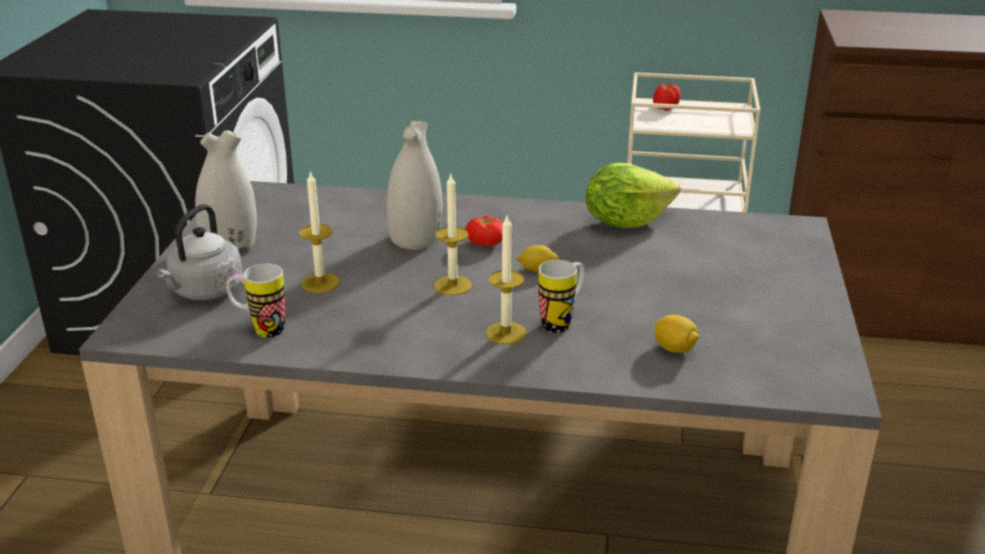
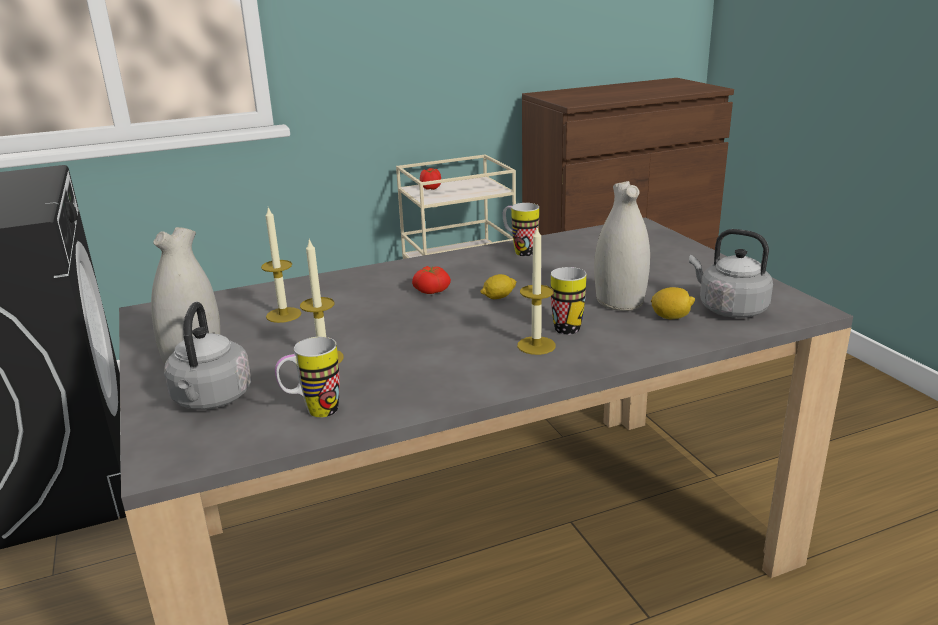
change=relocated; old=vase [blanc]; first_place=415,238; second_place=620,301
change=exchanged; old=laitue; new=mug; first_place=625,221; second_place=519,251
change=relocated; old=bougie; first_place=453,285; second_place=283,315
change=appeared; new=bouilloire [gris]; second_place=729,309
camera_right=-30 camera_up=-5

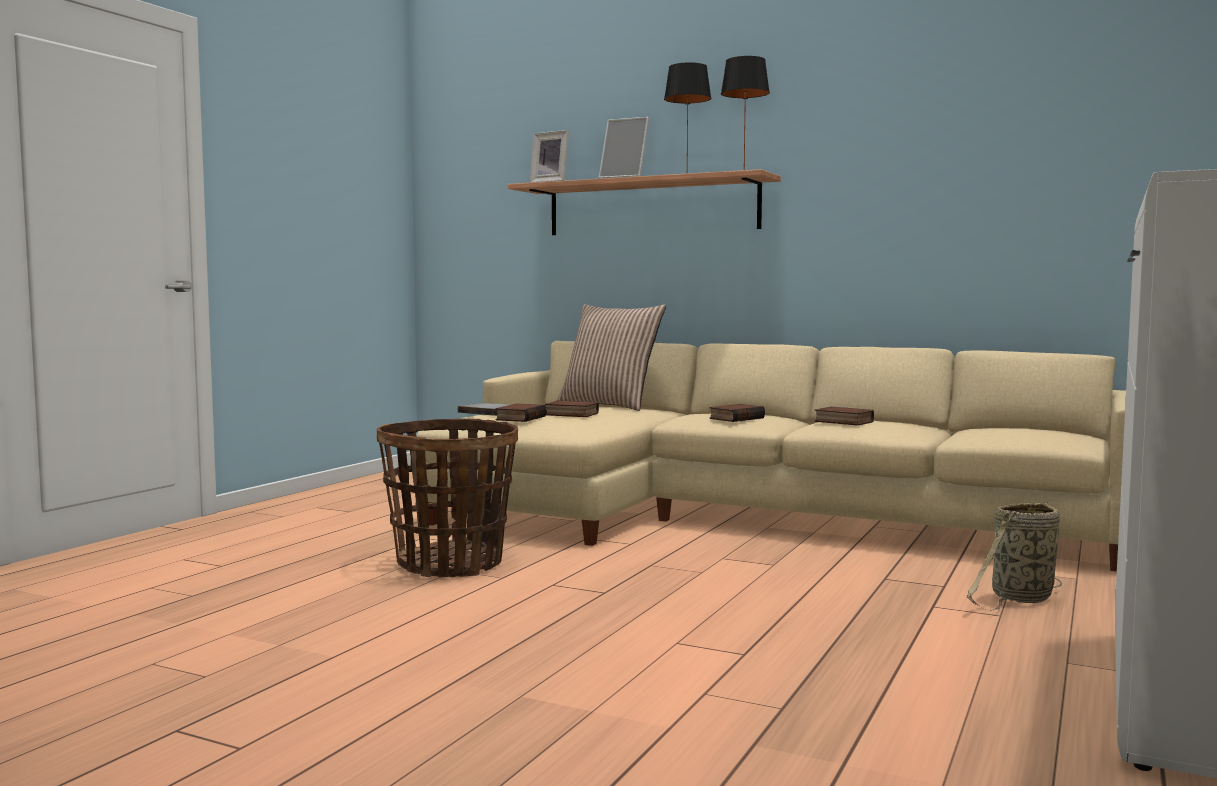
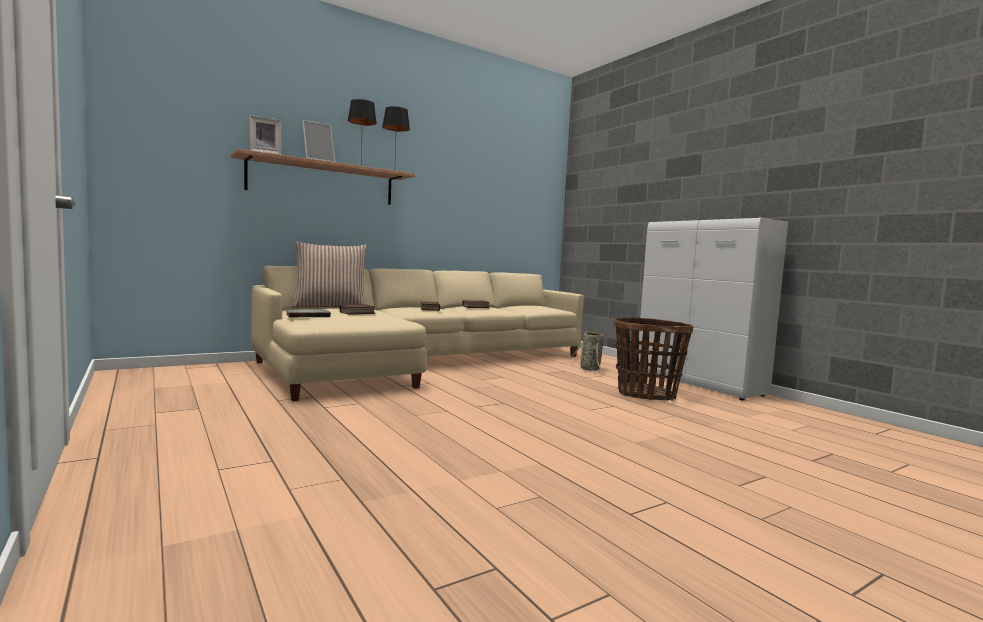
change=missing; old=livre; first_place=520,418
change=relocated; old=panier; first_place=450,564; second_place=646,394
camera_right=-60 camera_up=0

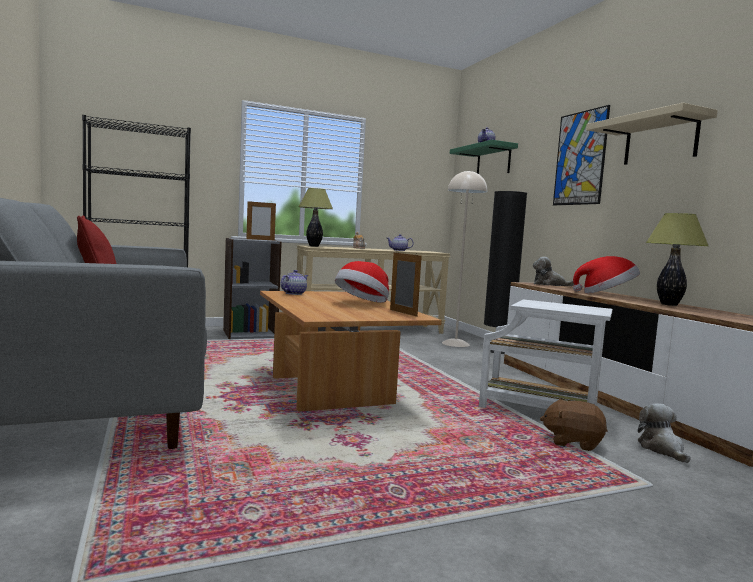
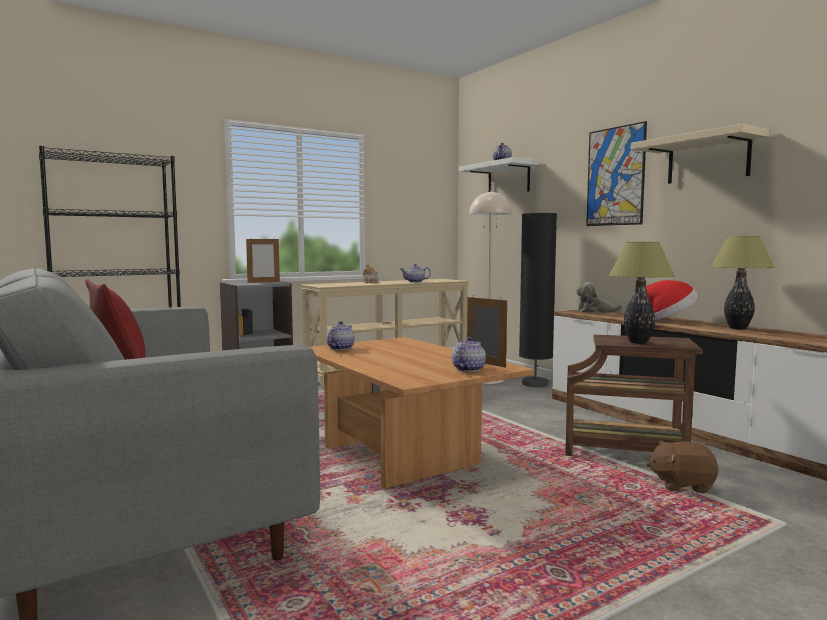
change=colour; old=étagère [vert]; new=étagère [blanc]; first_place=493,161; second_place=508,179
change=relocated; old=lampe de table; first_place=314,246; second_place=638,342
change=missing; old=chapeau; first_place=362,303
change=colour; old=table d'appoint [blanc]; new=table d'appoint [marron]; first_place=541,411; second_place=627,452
change=missing; old=peluche; first_place=662,449
change=appeared; new=théière; second_place=468,369
camera_right=-10 camera_up=0

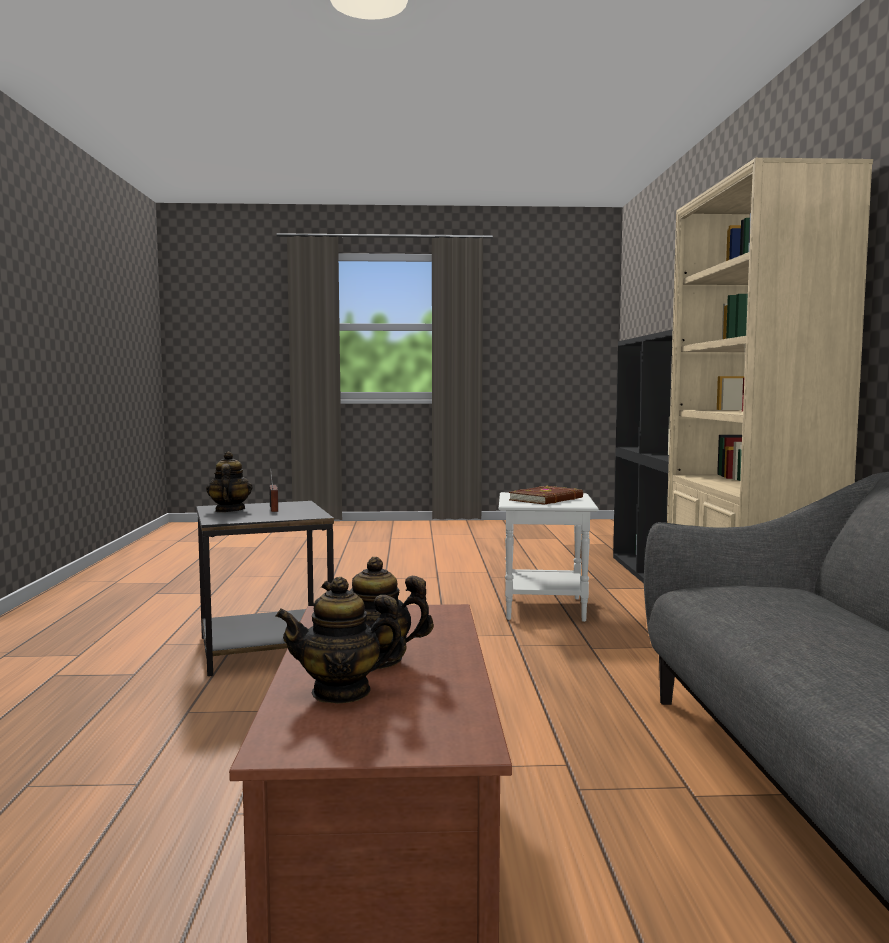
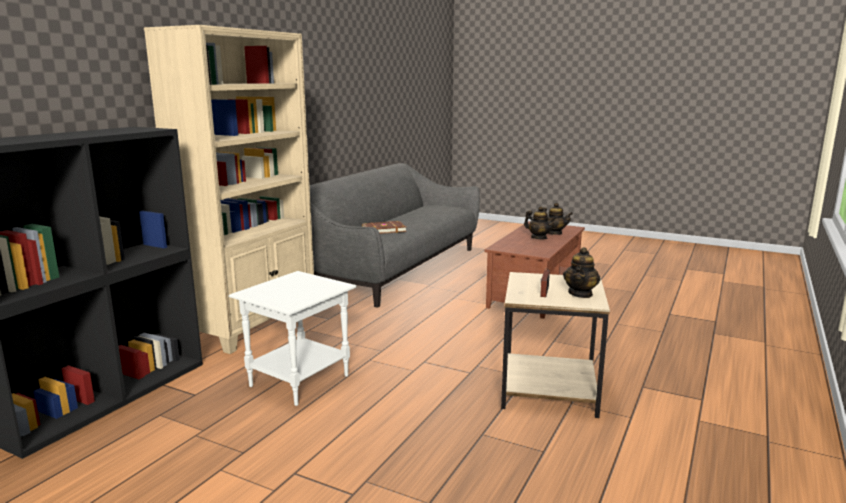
change=relocated; old=livre [marron]; first_place=547,499; second_place=383,230
change=colour; old=table d'appoint [noir]; new=table d'appoint [beige]; first_place=267,649; second_place=547,389
camera_right=-150 camera_up=10

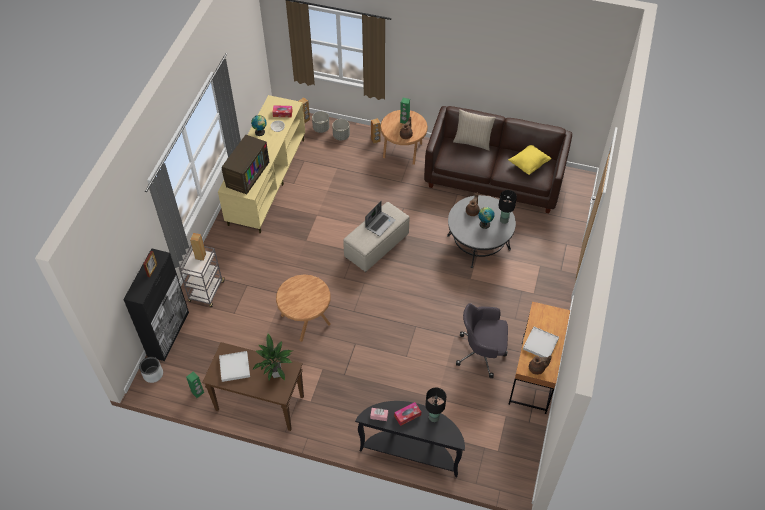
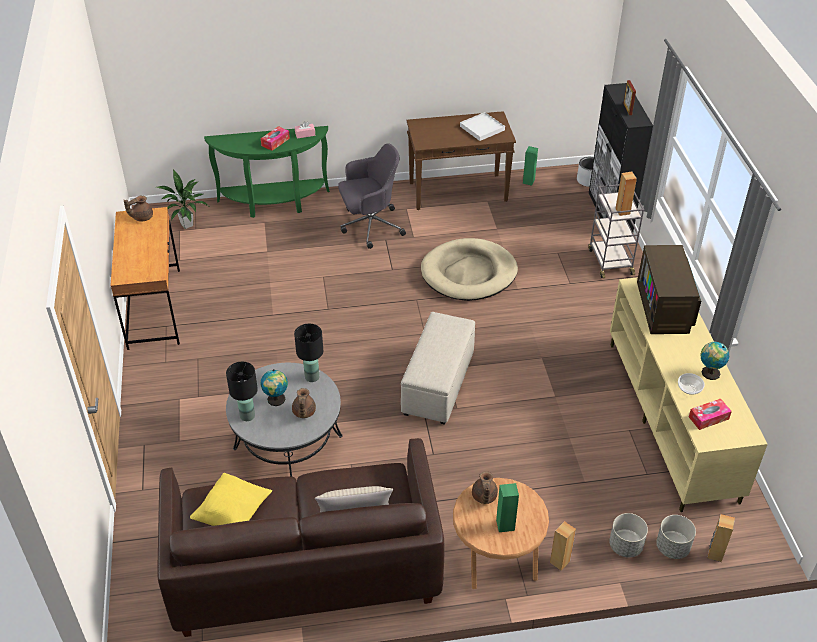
change=missing; old=ordinateur portable; first_place=380,224
change=exchanged; old=table d'appoint [marron]; new=panier pour chien [beige]; first_place=305,319; second_place=469,273
change=relocated; old=chaise de bureau [gris]; first_place=482,353; second_place=370,226
change=missing; old=plateau [blanc]; first_place=540,344
change=relocated; old=plante en pot; first_place=277,373; second_place=187,225
change=relocated; old=lampe de table [noir]; first_place=433,417; second_place=312,377
change=colour; old=table console [noir]; new=table console [vert]; first_place=411,451; second_place=274,204
camera_right=155 camera_up=-10

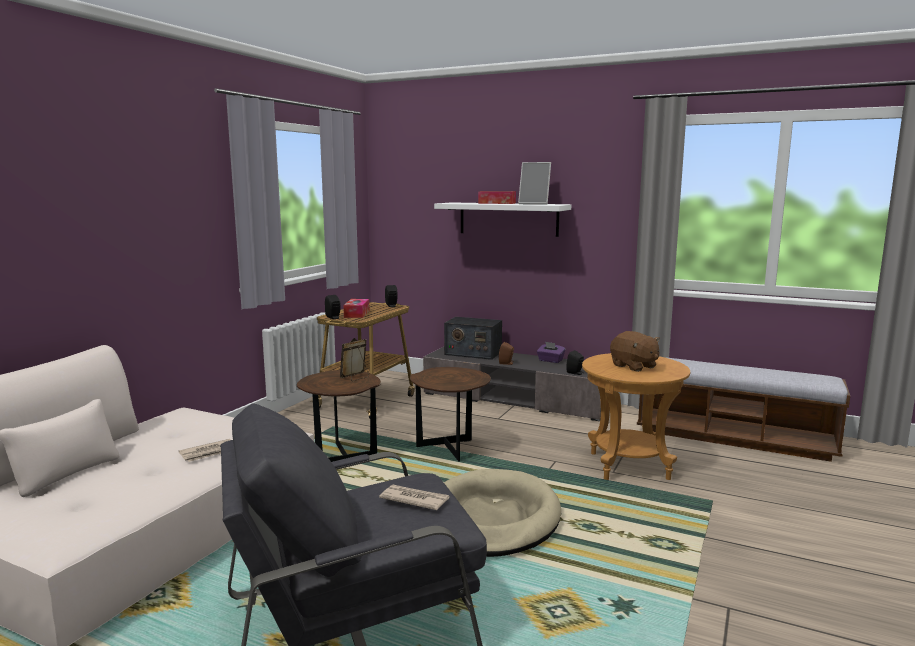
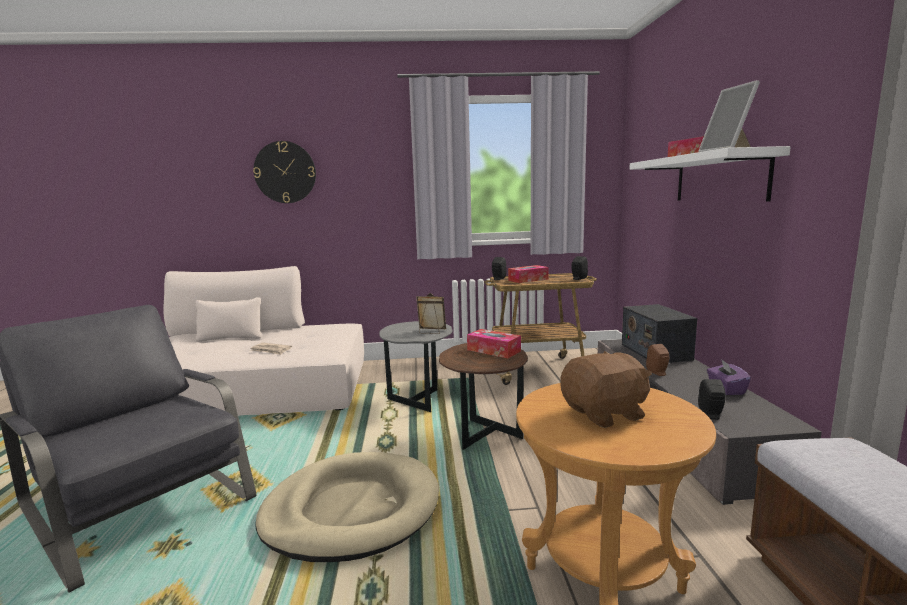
change=spun; old=peluche [marron]; first_place=634,366; second_place=605,414; degrees=-135
change=colour; old=table d'appoint [marron]; new=table d'appoint [gris]; first_place=342,455; second_place=419,400
change=missing; old=journal; first_place=414,499
change=appeared; new=horloge murale; second_place=285,172
change=appeared; new=boîte à mouchoirs; second_place=493,350
camera_right=60 camera_up=0

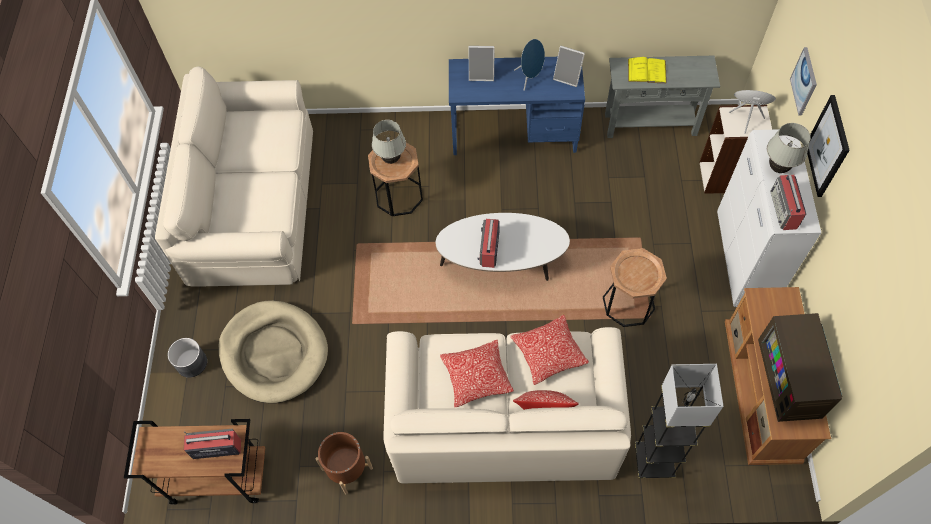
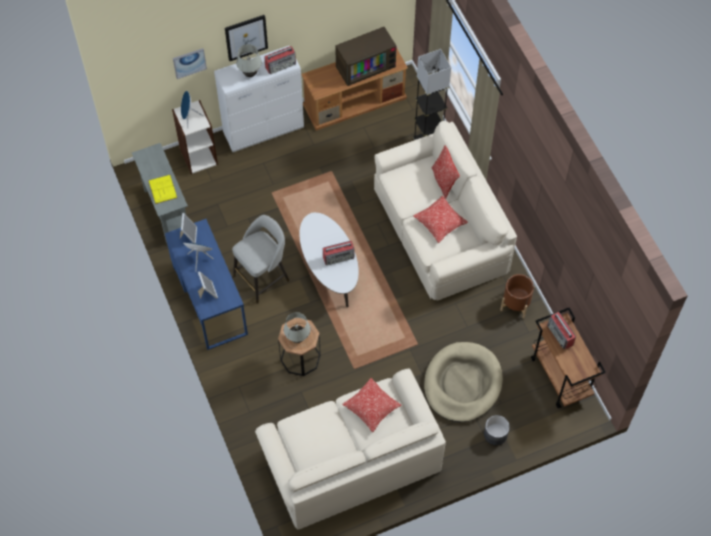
change=missing; old=table d'appoint [marron]; first_place=628,303
change=relocated; old=coussin; first_place=548,353; second_place=371,407
change=appeared; new=tabouret [gris]; second_place=262,277
camera_right=-115 camera_up=0

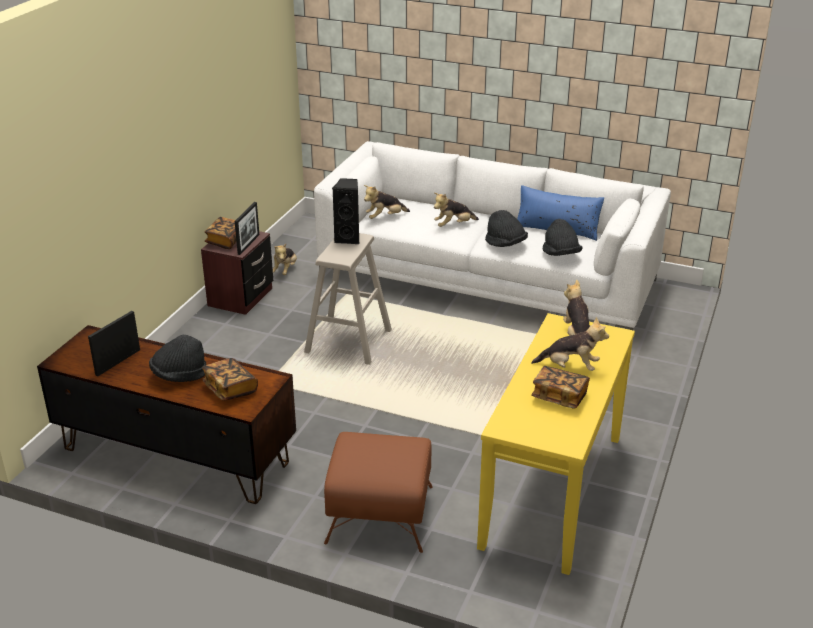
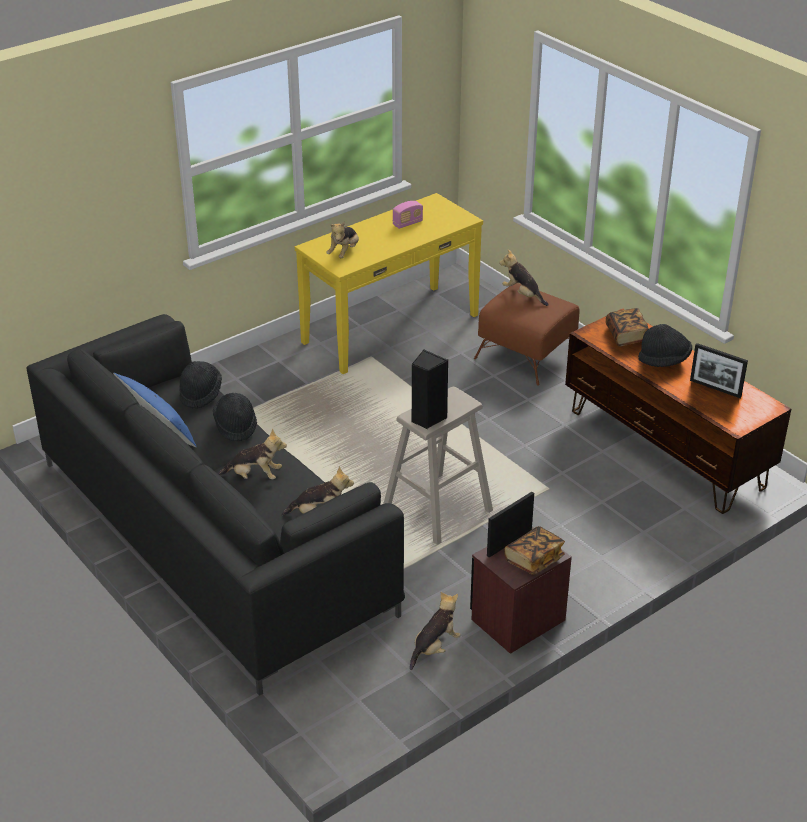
change=colour; old=canapé [blanc]; new=canapé [noir]; first_place=487,279; second_place=213,535
change=spun; old=cadre photo; first_place=118,362; second_place=715,388; degrees=60
change=relocated; old=peluche; first_place=570,367; second_place=522,295
change=exchanged; old=livre; new=radio; first_place=559,397; second_place=407,223
camera_right=-150 camera_up=5

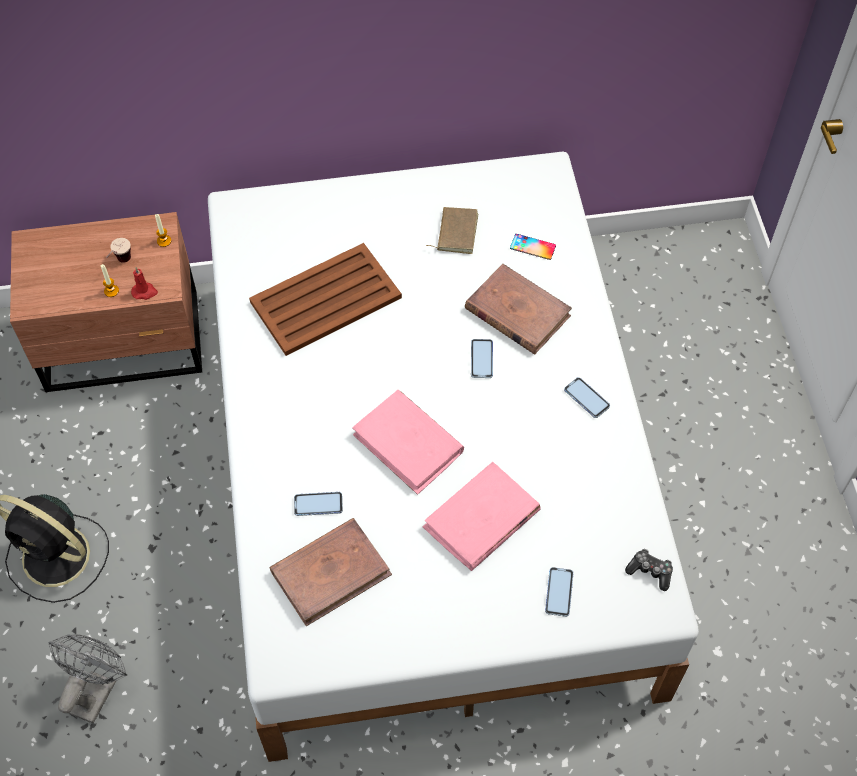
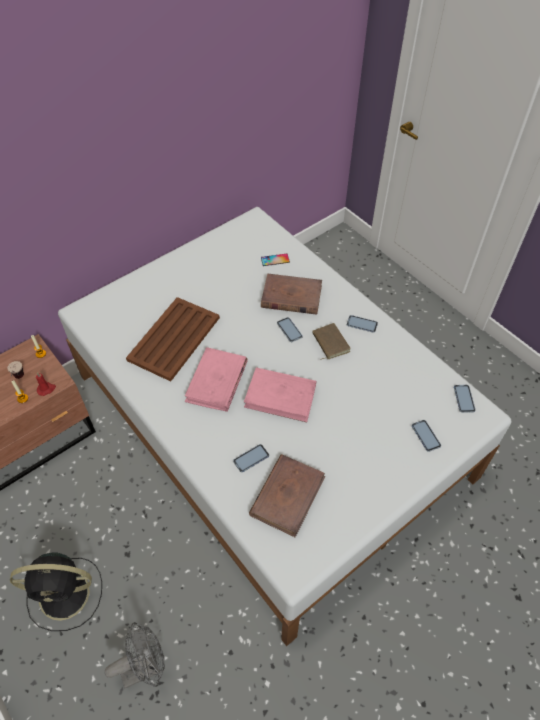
change=relocated; old=livre [marron]; first_place=455,232; second_place=329,343
change=relocated; old=livre [rose]; first_place=481,519; second_place=217,382
change=exchanged; old=manette; new=téléphone; first_place=650,571; second_place=464,399
change=spun; old=ventilateur [gris]; first_place=96,689; second_place=145,667; degrees=75
camera_right=-30 camera_up=-5

